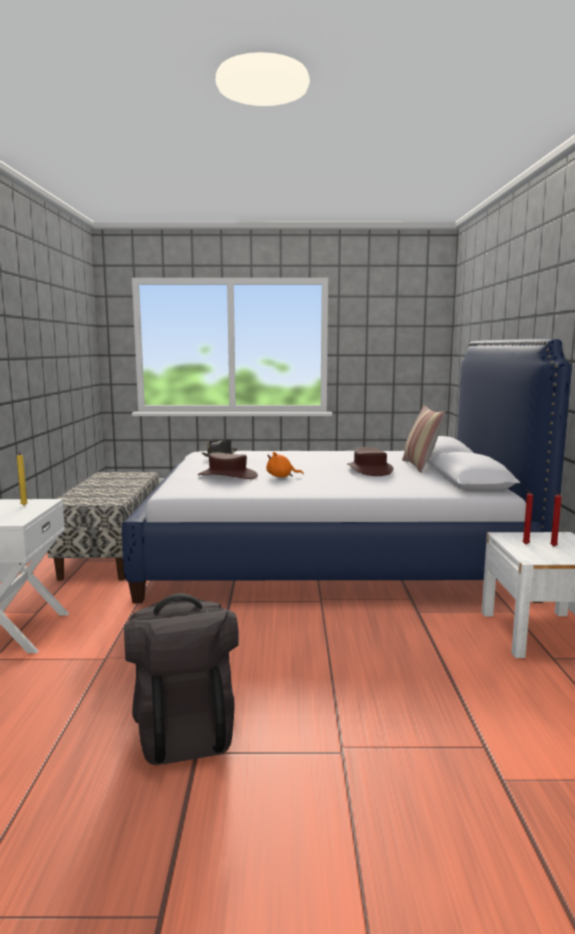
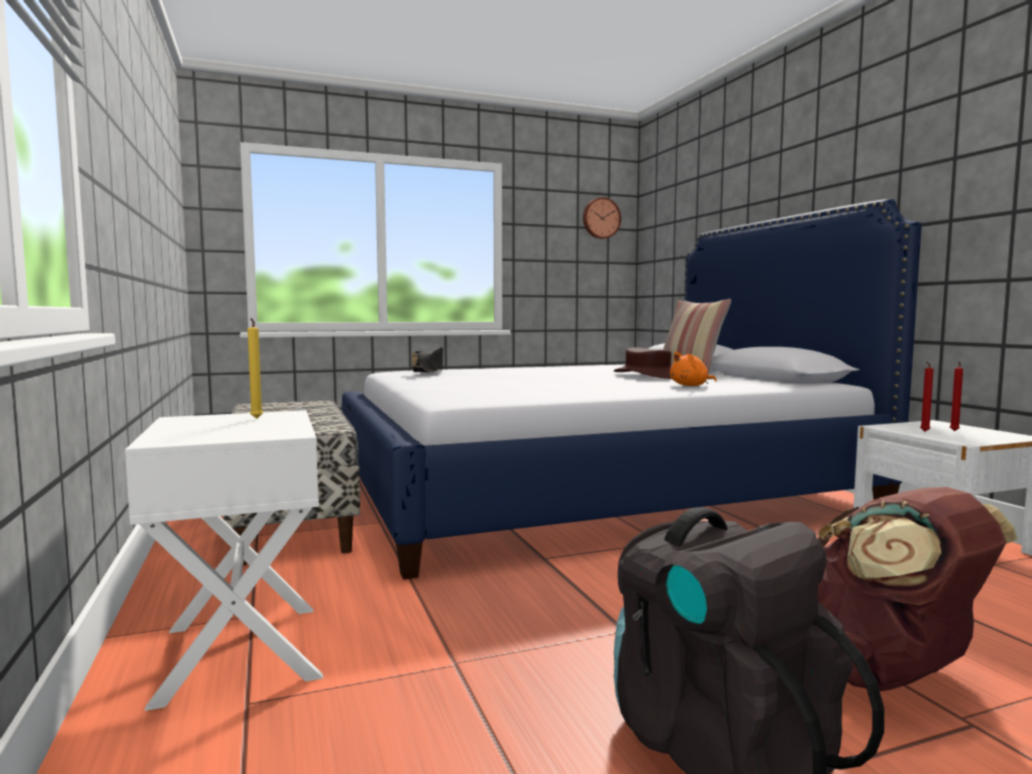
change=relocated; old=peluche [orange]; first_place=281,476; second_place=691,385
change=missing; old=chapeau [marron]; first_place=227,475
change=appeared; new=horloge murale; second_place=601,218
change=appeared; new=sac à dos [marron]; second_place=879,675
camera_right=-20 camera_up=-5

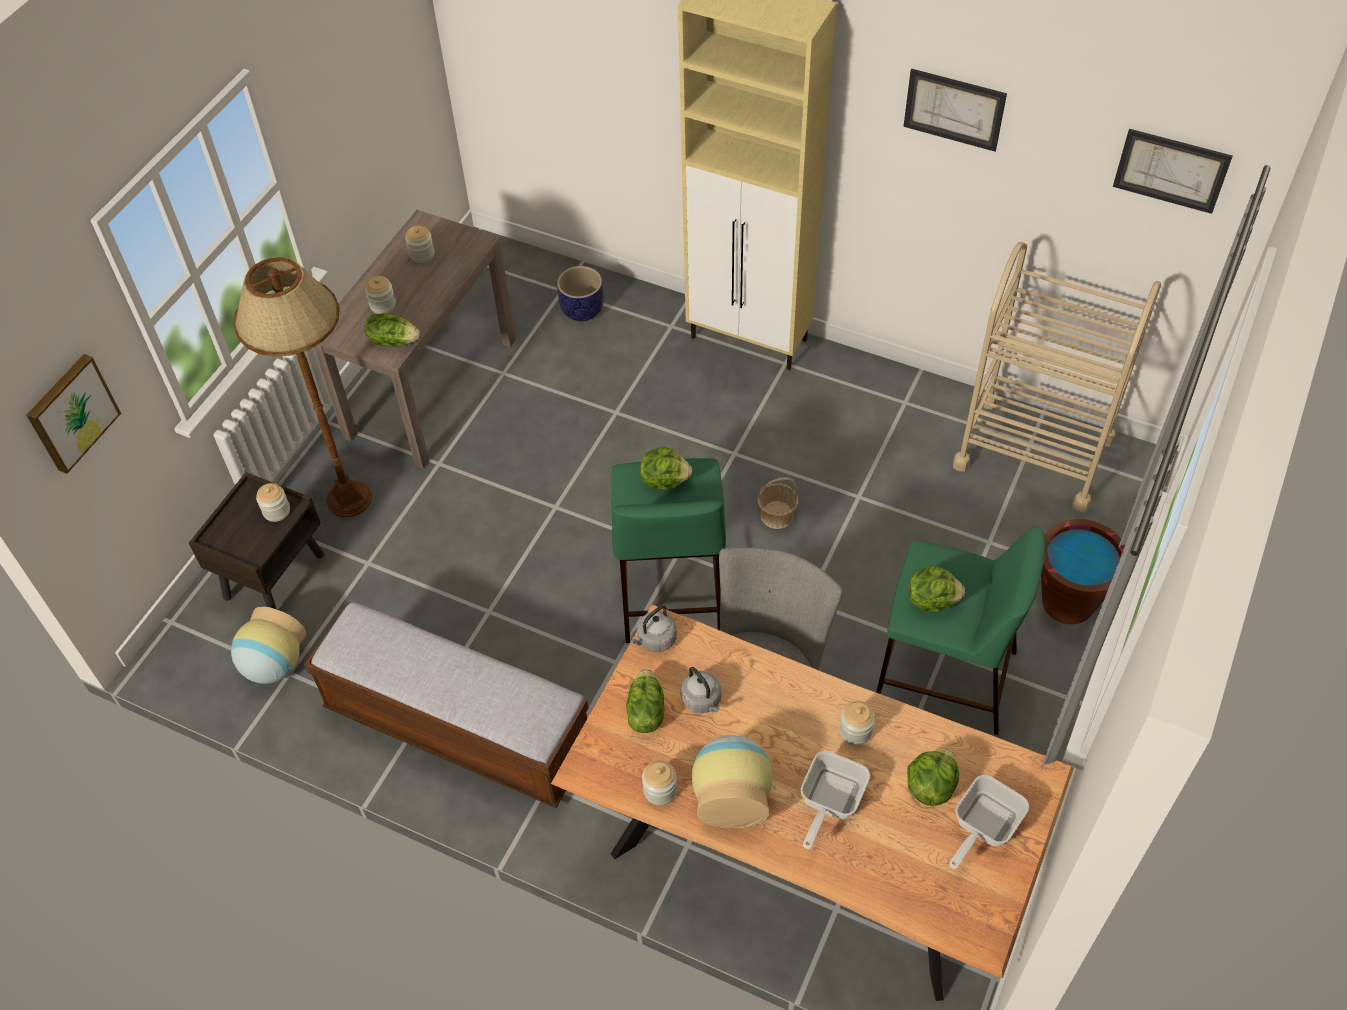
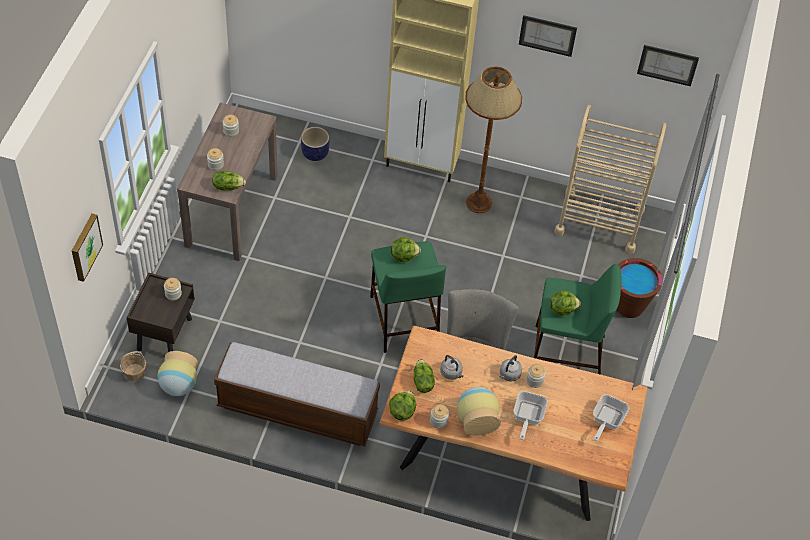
change=relocated; old=lampadaire [marron]; first_place=349,499; second_place=479,203
change=relocated; old=panier; first_place=777,515; second_place=134,373
change=relocated; old=bouilloire [gris]; first_place=655,640; second_place=509,375
change=relocated; old=laitue; first_place=930,786; second_place=402,411
camera_right=-15 camera_up=0

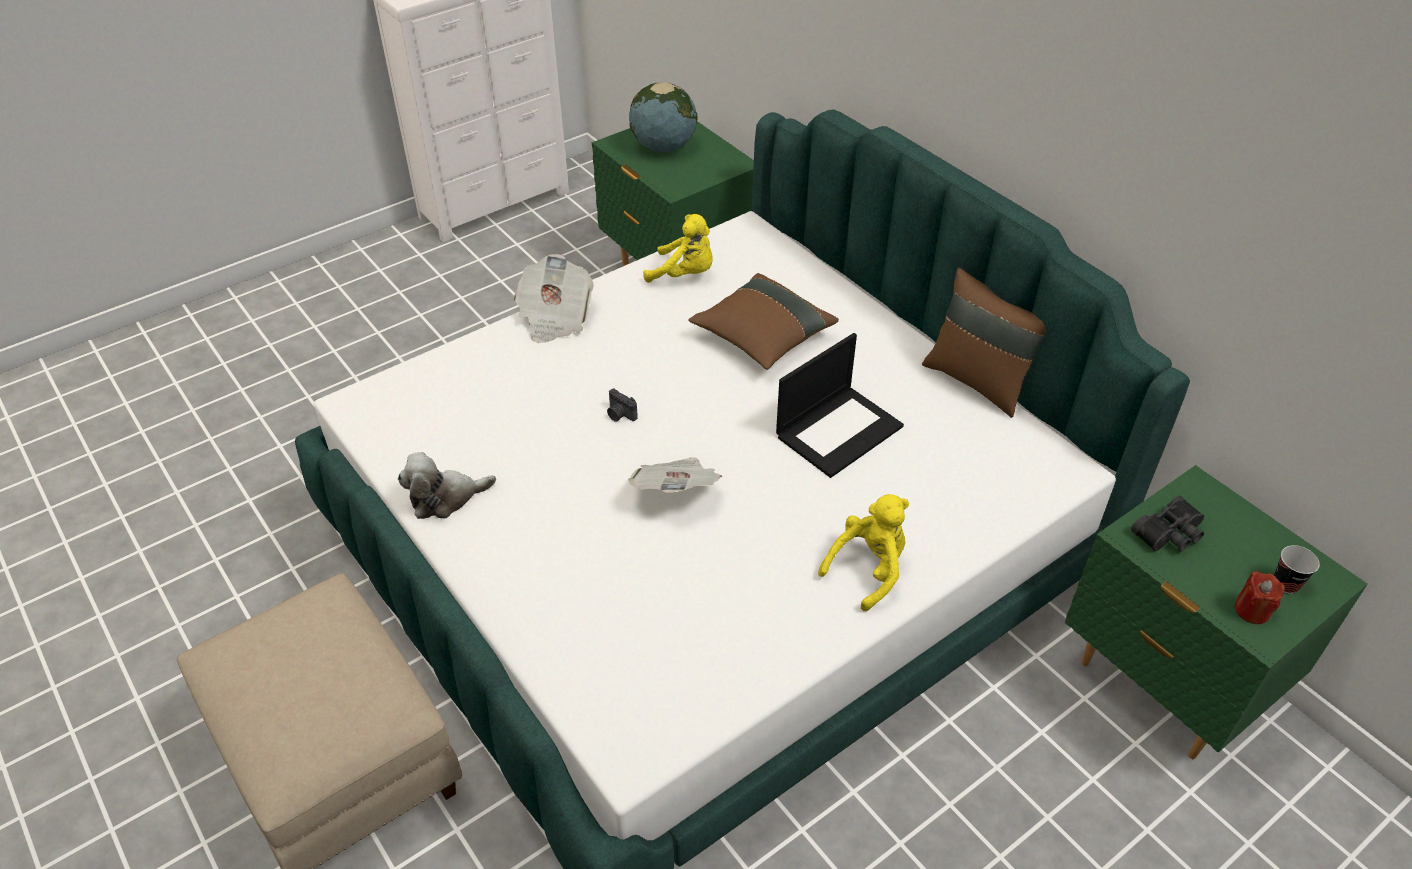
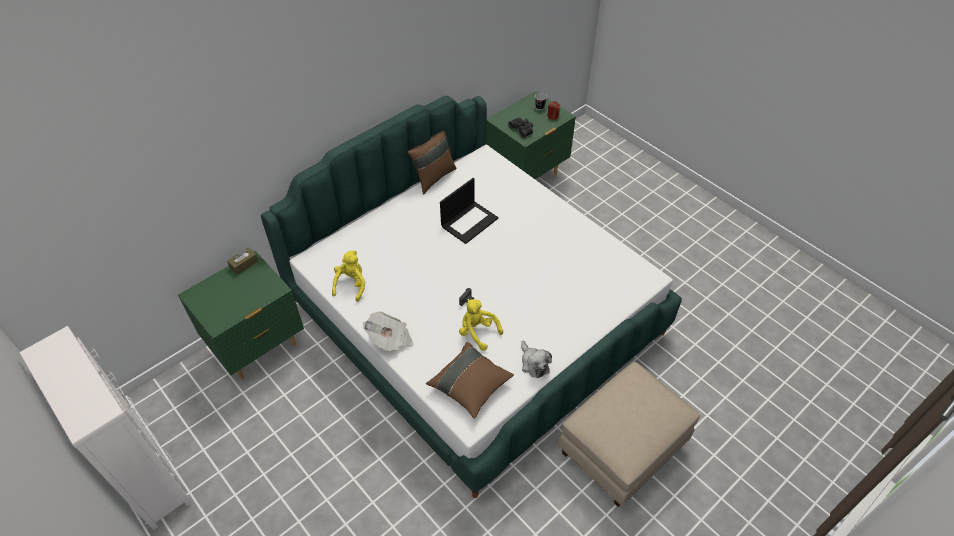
change=missing; old=globe; first_place=663,147
change=relocated; old=coussin [marron]; first_place=762,337; second_place=470,386
change=spun; old=ordinateur portable; first_place=839,430; second_place=469,221; degrees=90
change=missing; old=journal; first_place=676,492
change=relocated; old=peluche [jaune]; first_place=868,569; second_place=477,332
change=appeared; new=boîte à mouchoirs [marron]; second_place=244,264
camera_right=-95 camera_up=5

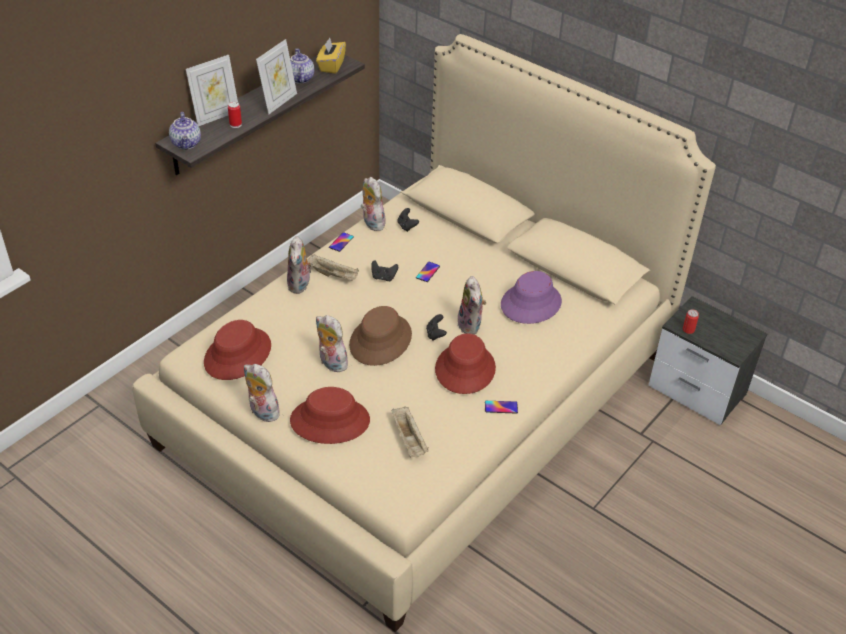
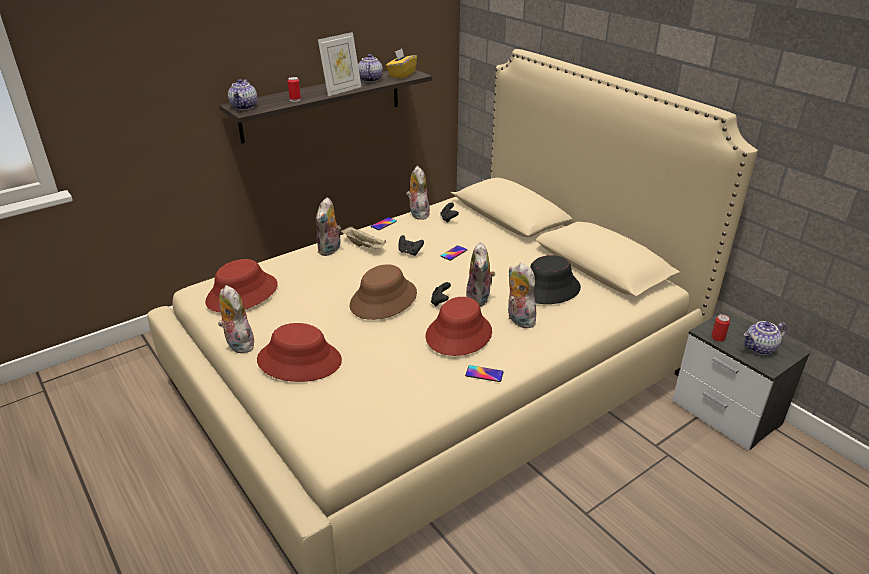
change=missing; old=cadre photo; first_place=216,116
change=colour; old=chapeau [violet]; new=chapeau [noir]; first_place=530,303; second_place=547,288
change=relocated; old=peluche; first_place=331,363; second_place=518,319
change=missing; old=plateau [beige]; first_place=409,439
change=appeared; new=théière; second_place=760,348
camera_right=15 camera_up=-10

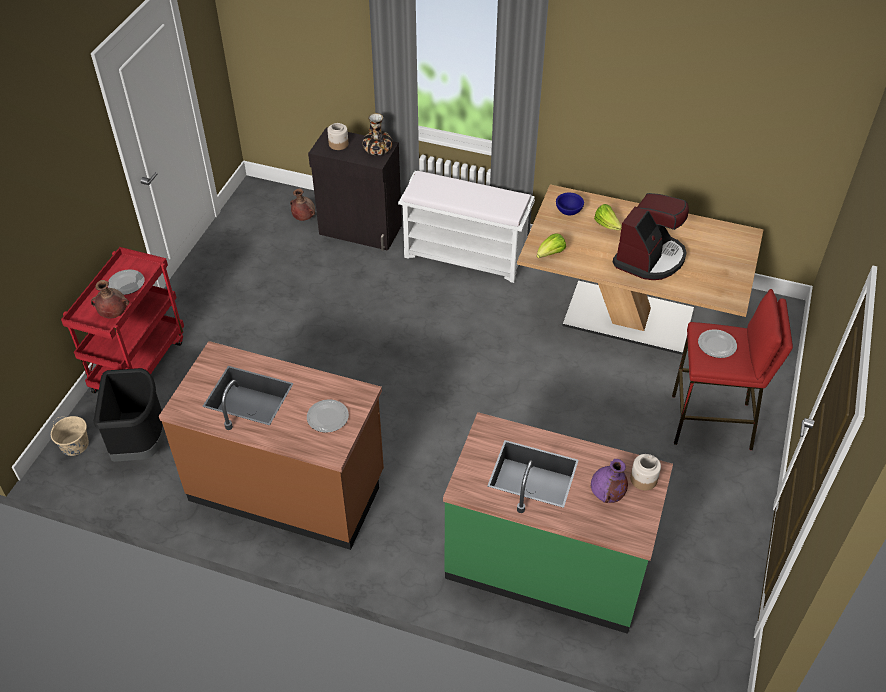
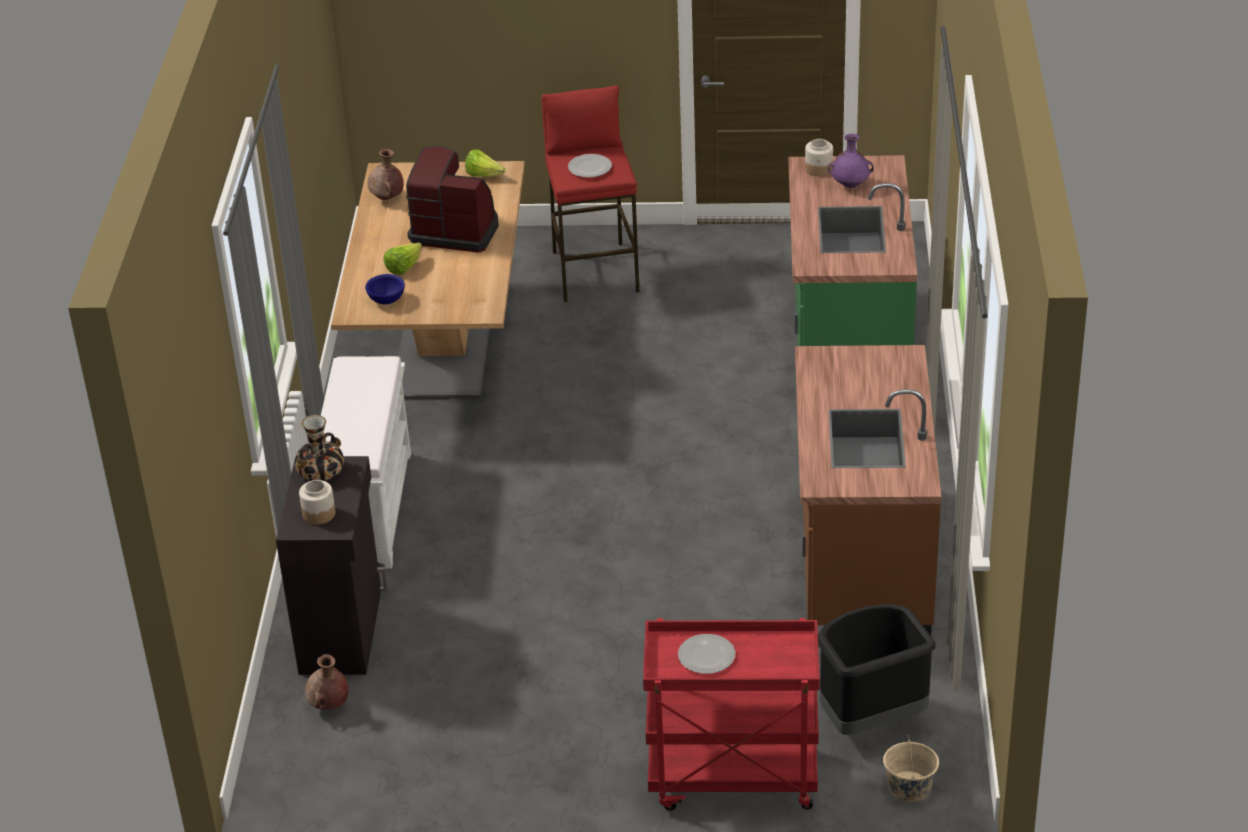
change=relocated; old=laitue; first_place=550,254; second_place=484,175
change=relocated; old=vase [marron]; first_place=113,313; second_place=387,198
change=missing; old=assiette; first_place=328,417
camera_right=-105 camera_up=-10

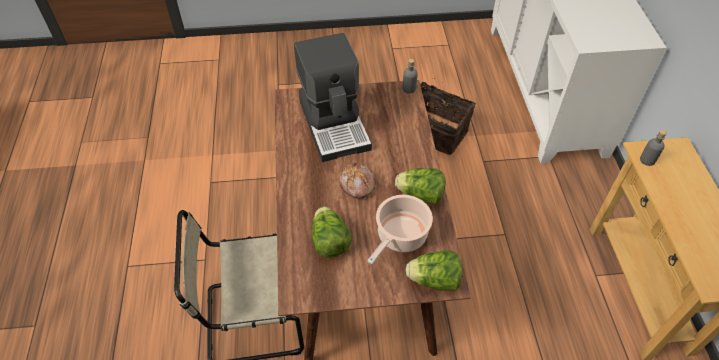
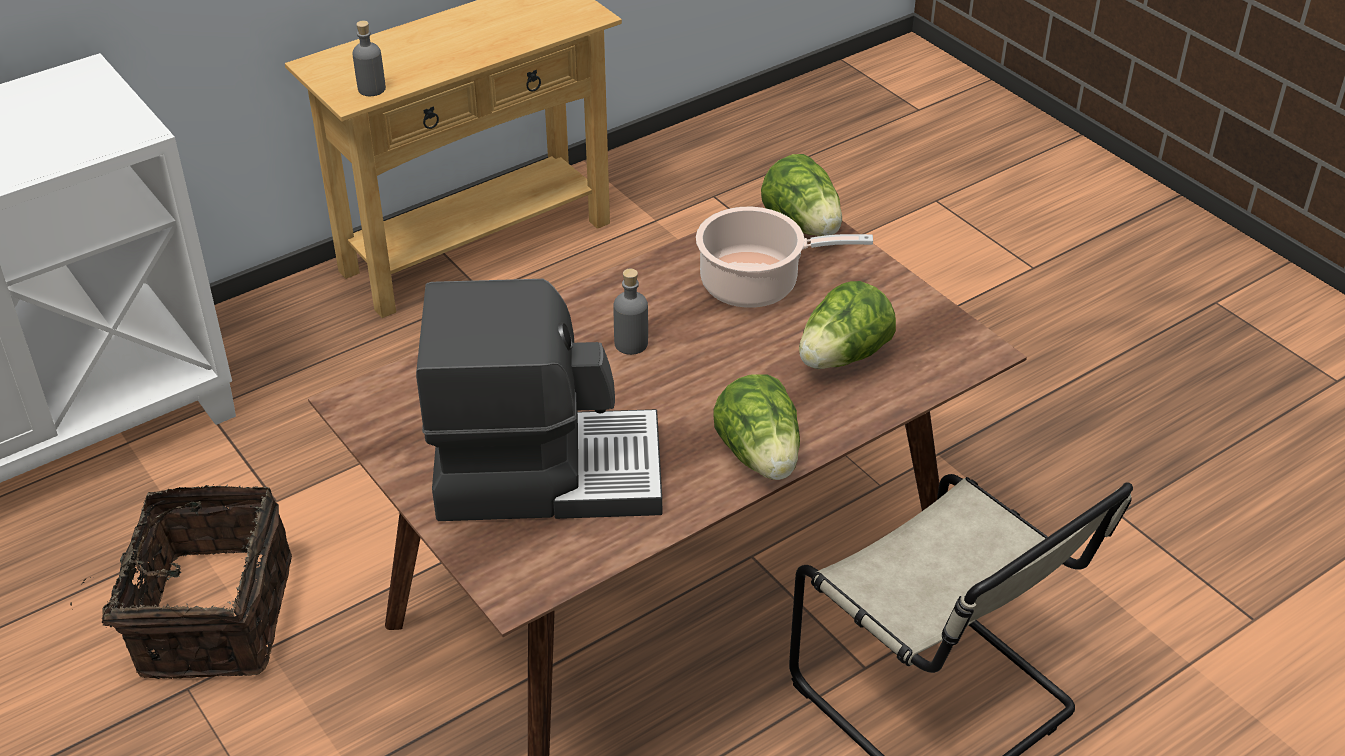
change=spun; old=machine à café; first_place=335,124; second_place=546,471; degrees=45
change=relocated; old=bouteille [gris]; first_place=409,89; second_place=631,344
change=missing; old=pain; first_place=356,184
change=relocated; old=laitue; first_place=420,195; second_place=760,456
camera_right=-120 camera_up=-10

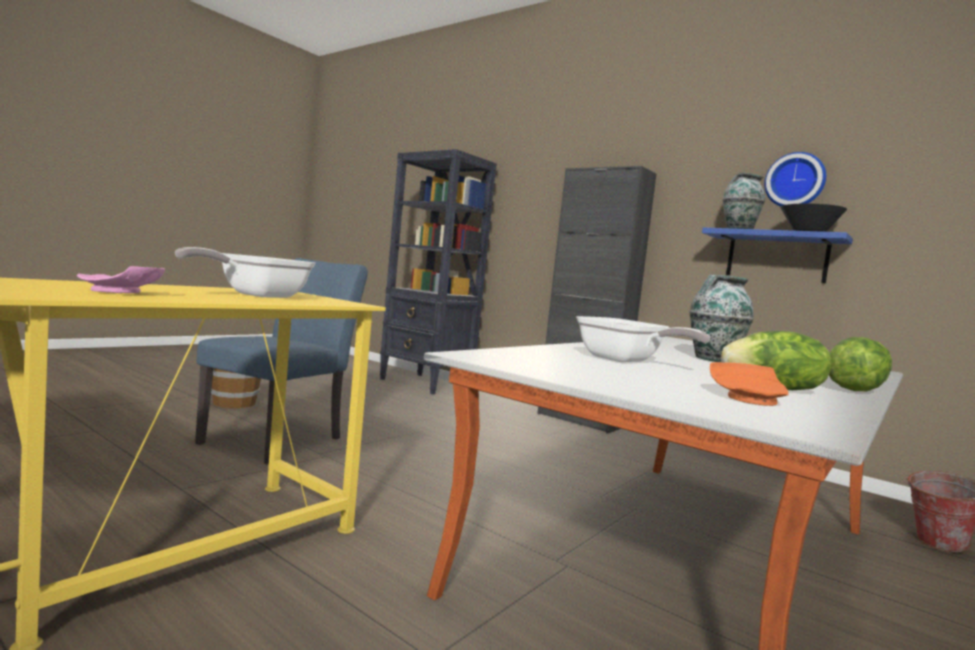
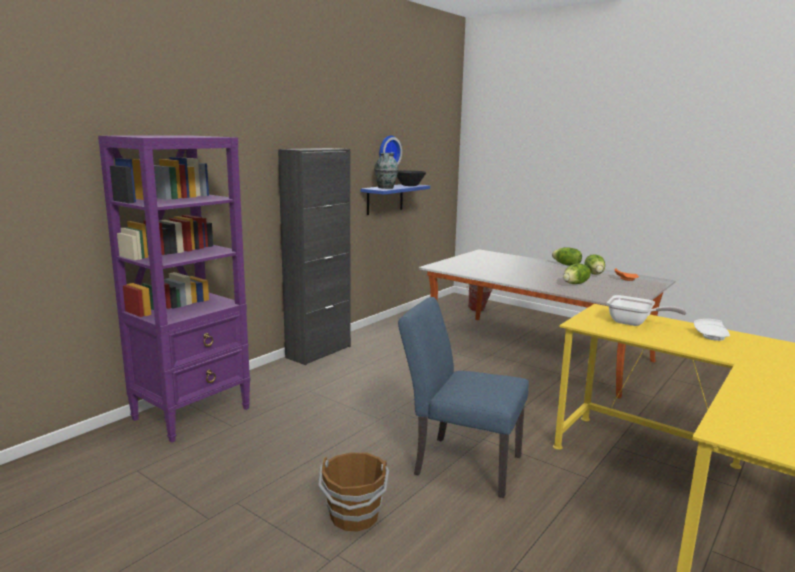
change=colour; old=bibliothèque [noir]; new=bibliothèque [violet]; first_place=426,384; second_place=193,413
change=colour; old=assiette [rose]; new=assiette [blanc]; first_place=121,292; second_place=712,336
change=missing; old=vase; first_place=713,360
change=exchanged; old=poêle; new=laitue; first_place=625,361; second_place=575,284
camera_right=-90 camera_up=10

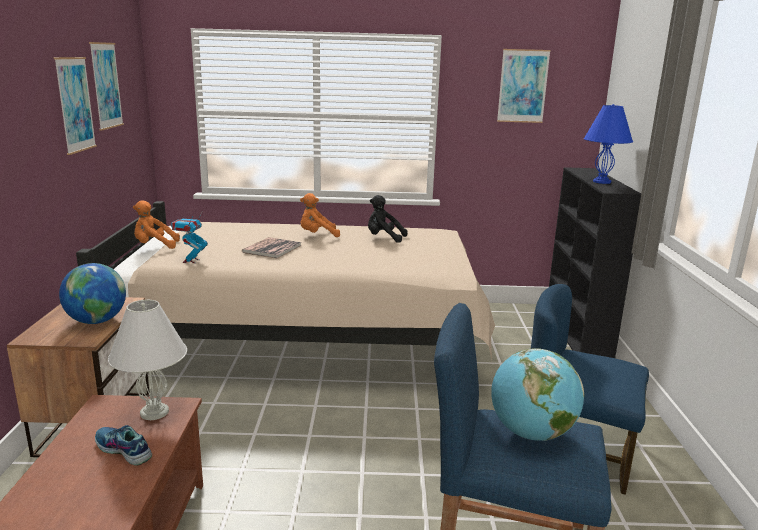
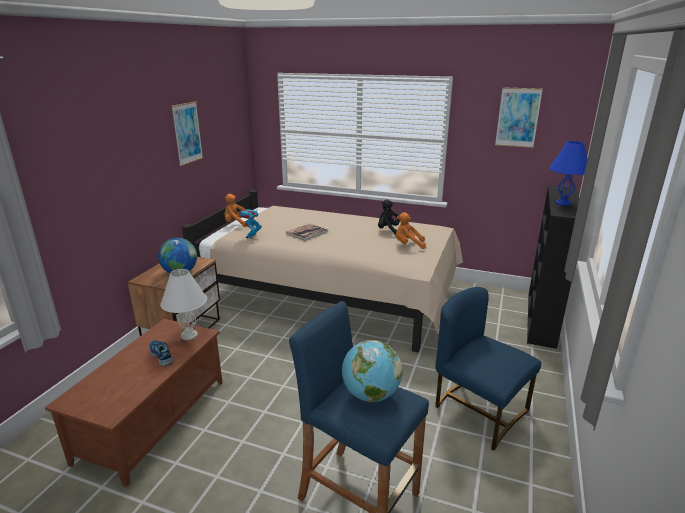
change=missing; old=tableau; first_place=106,85
change=relocated; old=peluche [orange]; first_place=317,235; second_place=408,245
camera_right=20 camera_up=5

